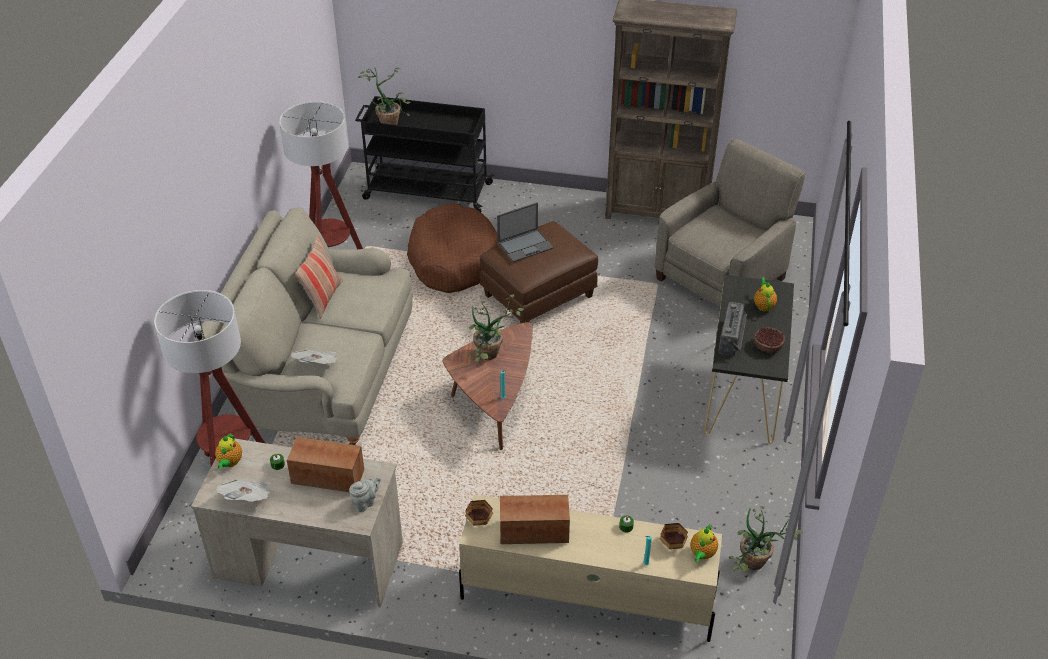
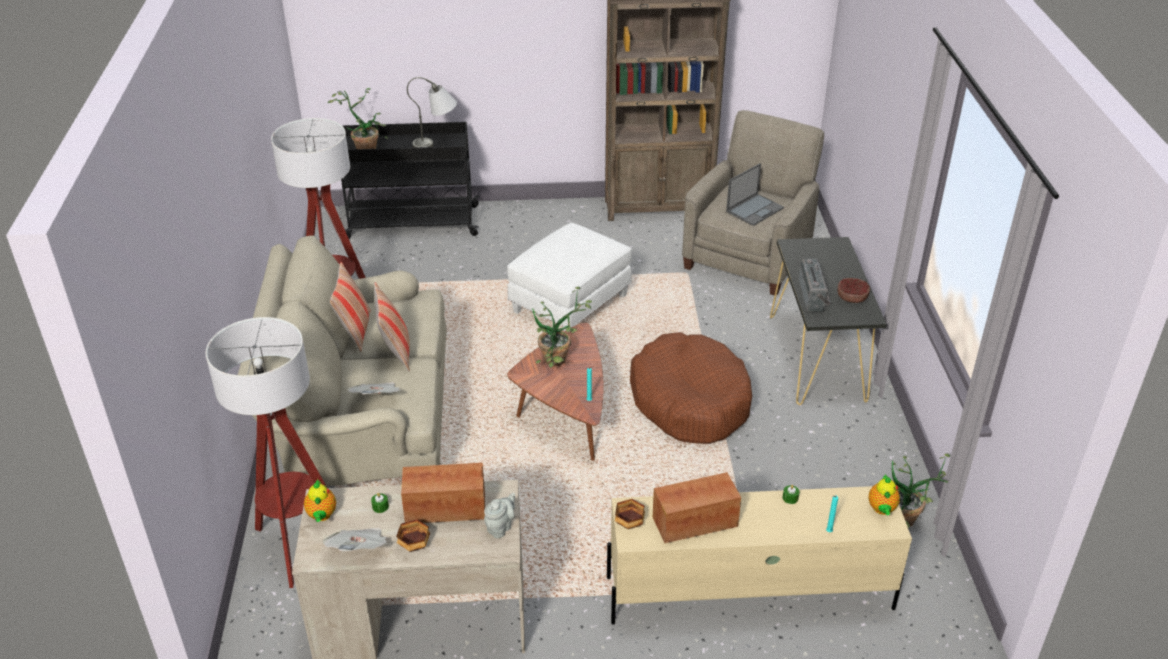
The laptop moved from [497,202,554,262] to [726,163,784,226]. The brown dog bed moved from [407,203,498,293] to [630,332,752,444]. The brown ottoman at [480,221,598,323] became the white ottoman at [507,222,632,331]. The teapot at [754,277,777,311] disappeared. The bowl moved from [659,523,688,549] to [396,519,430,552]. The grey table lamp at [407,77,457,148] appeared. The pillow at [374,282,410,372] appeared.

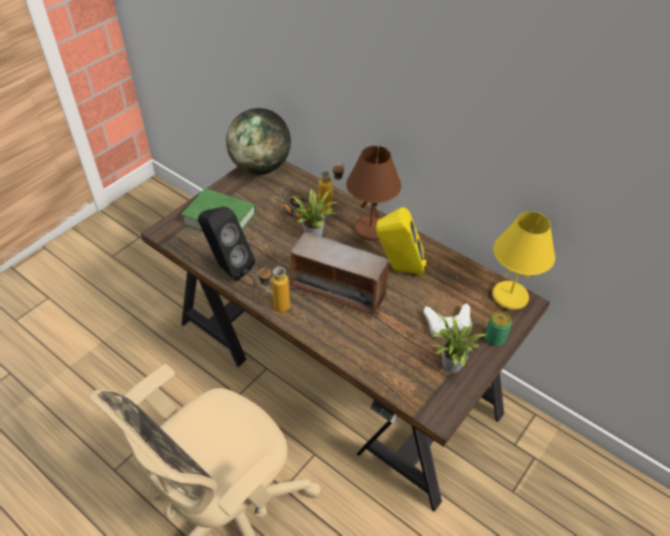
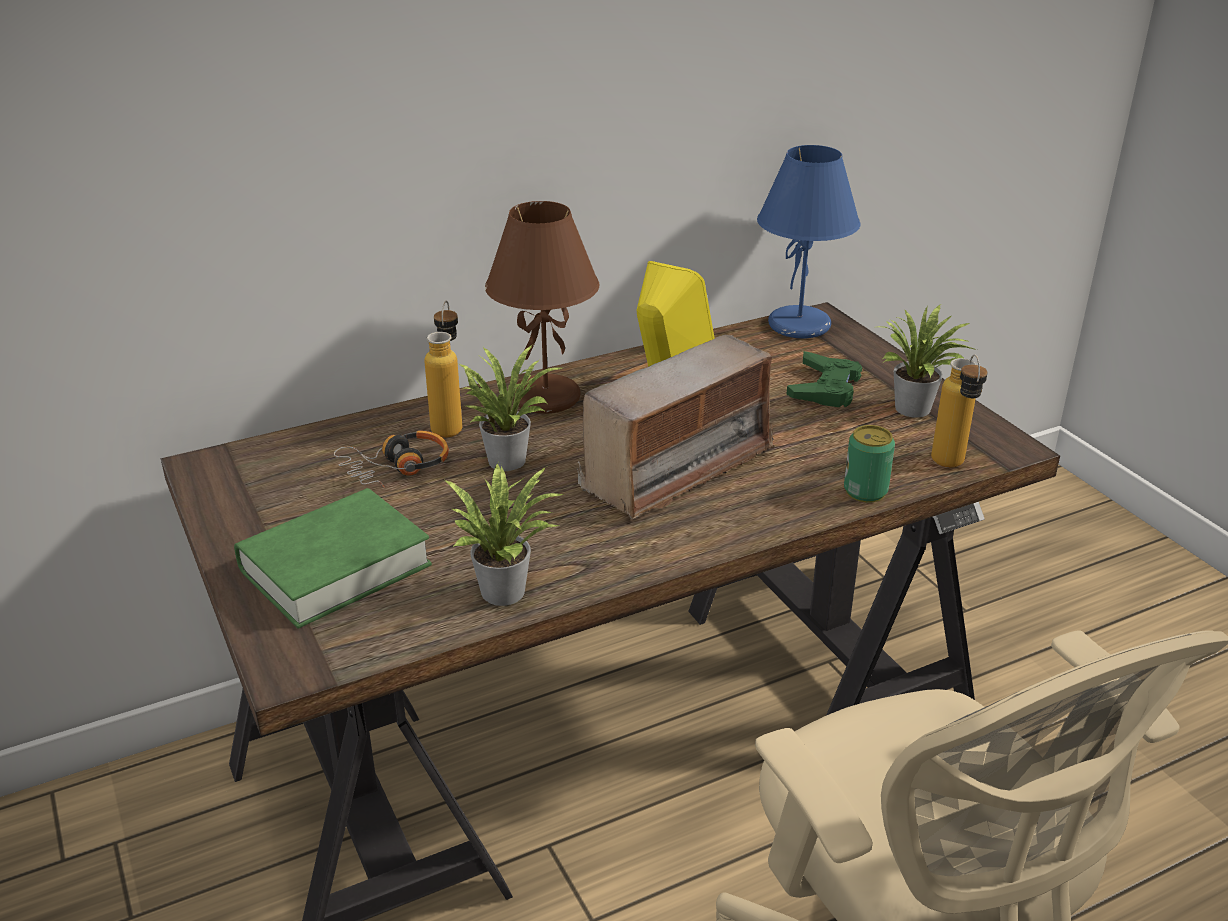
The globe at [226,108,291,175] disappeared. The black speaker at [198,206,255,281] was replaced by the potted plant at [445,463,564,606]. The yellow table lamp at [492,211,555,310] became the blue table lamp at [757,145,860,338]. The bottle moved from [258,267,290,313] to [931,354,988,467]. The white game controller at [423,304,472,337] became the green game controller at [786,351,862,407]. The can moved from [485,311,512,347] to [844,425,895,503].

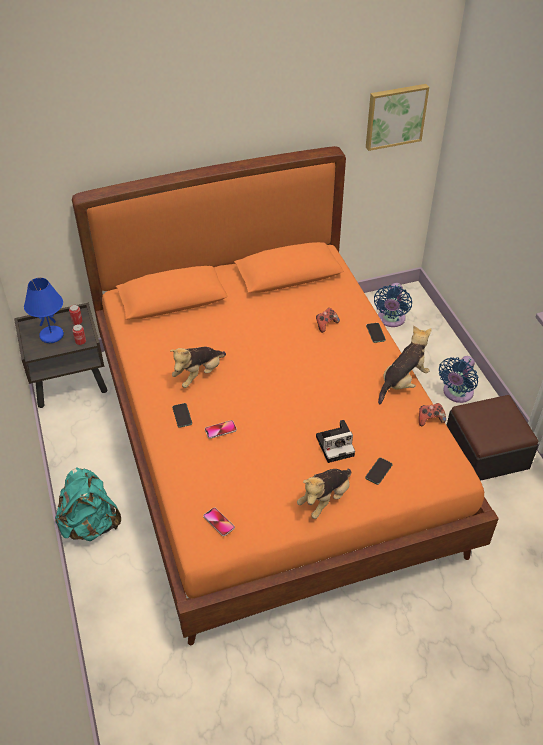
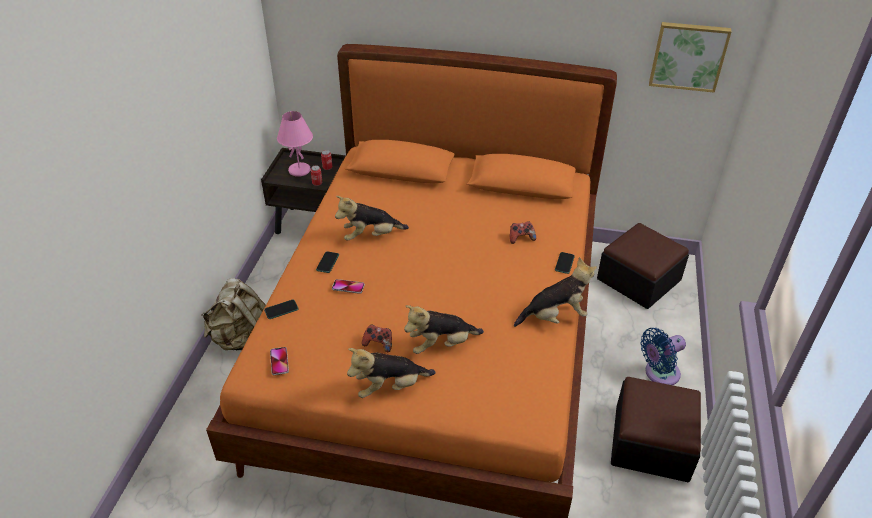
The blue table lamp at [24,278,64,343] became the pink table lamp at [277,111,313,177]. The blue fan at [374,283,412,327] was replaced by the ottoman at [597,223,689,309]. The game controller moved from [419,403,446,426] to [362,325,392,352]. The photo camera at [316,420,355,463] was replaced by the plush toy at [404,305,484,354]. The phone moved from [365,458,393,485] to [264,300,299,319]. The turquoise backpack at [55,467,121,541] became the beige backpack at [201,278,266,350].

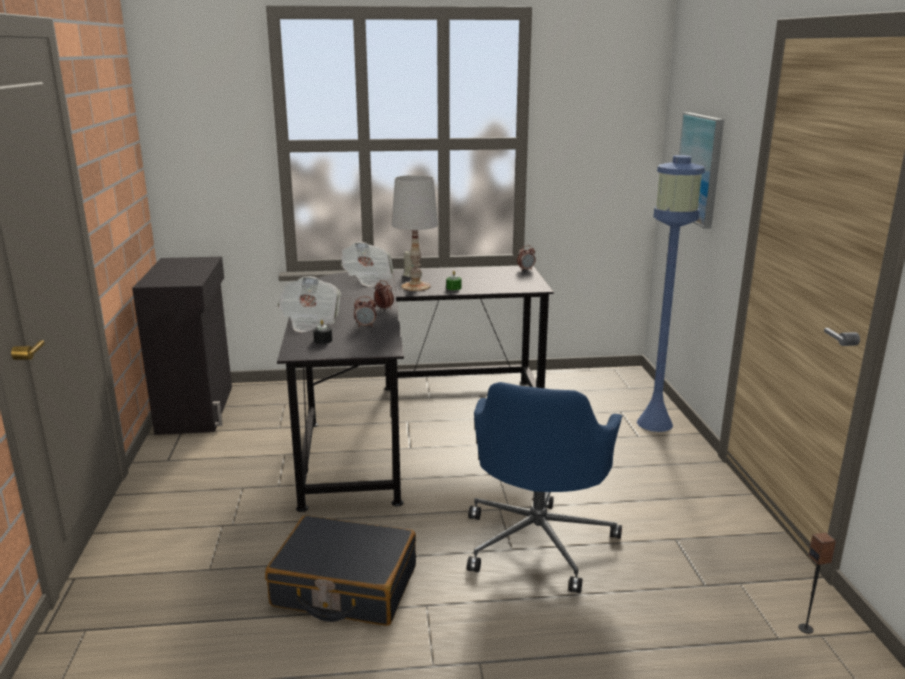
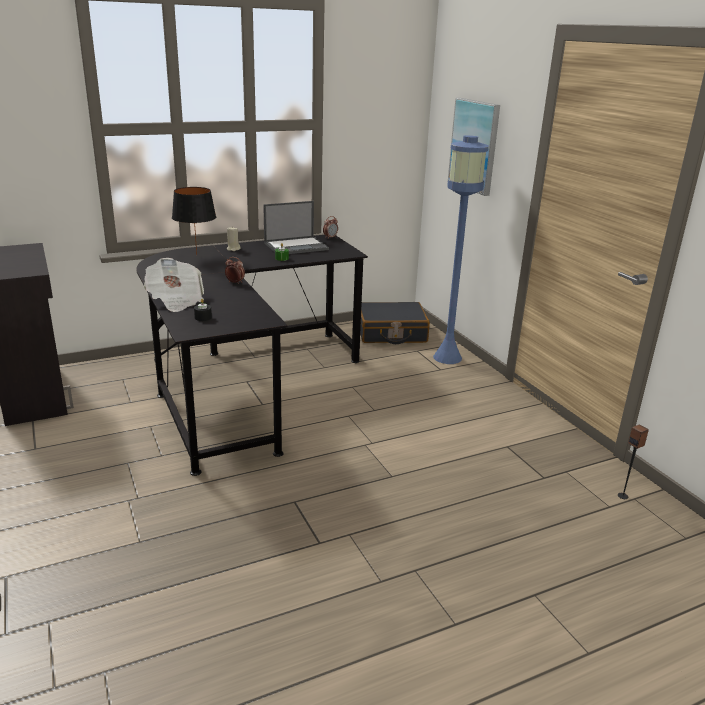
The white table lamp at [392,175,438,291] disappeared. The newspaper at [341,242,393,287] was replaced by the black table lamp at [172,187,216,255]. The alarm clock at [354,296,376,327] disappeared. The blue office chair at [467,382,622,593] disappeared. The black suitcase moved from [265,515,416,626] to [360,302,430,344]. The laptop at [263,201,329,254] appeared.

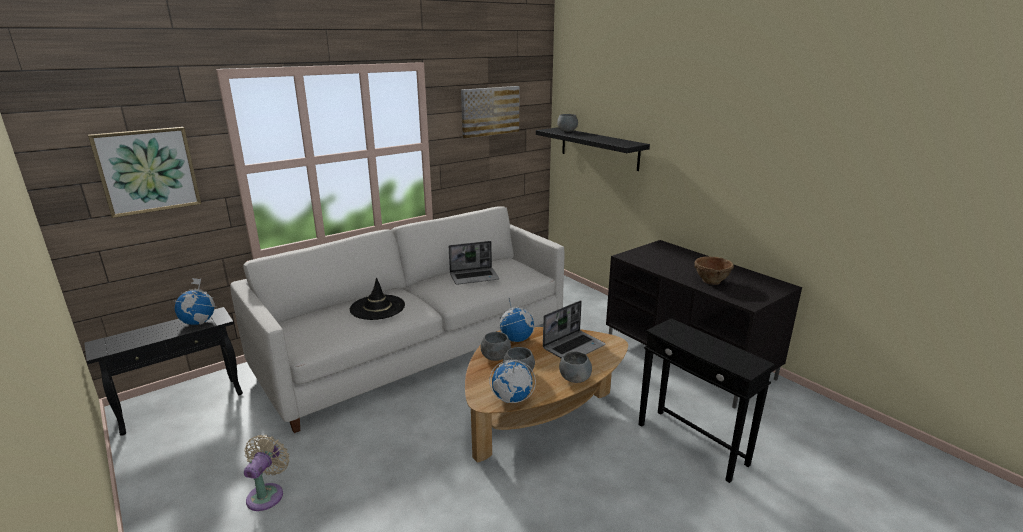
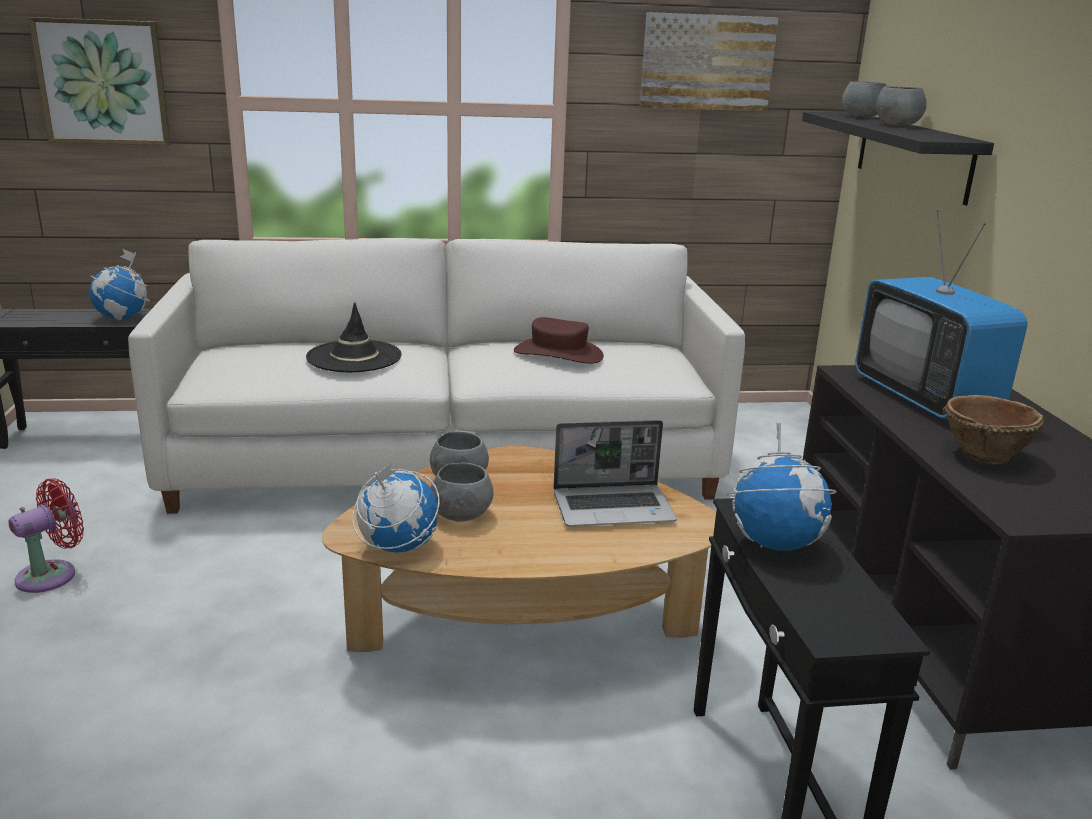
The laptop at [449,241,499,285] was replaced by the brown hat at [514,317,604,364]. The globe moved from [497,297,535,342] to [726,423,837,551]. The grey bowl moved from [559,351,592,383] to [876,86,927,126]. The beige fan at [244,435,289,511] became the red fan at [8,478,84,593]. The television at [855,210,1028,419] appeared.

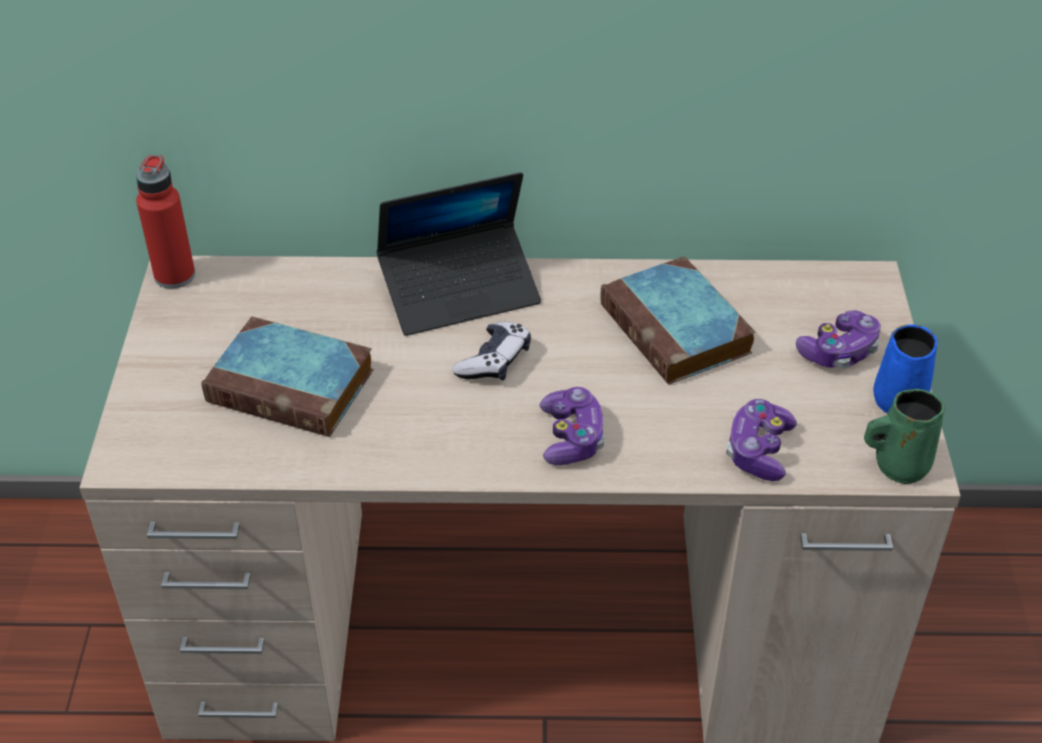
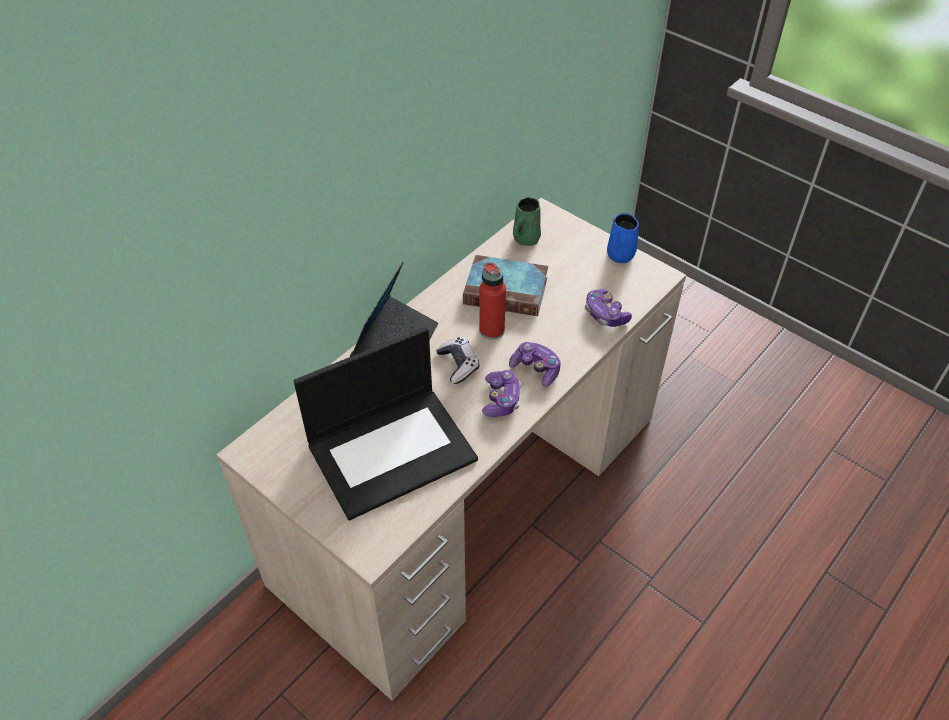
The red bottle moved from [136,154,195,289] to [479,262,506,340]. The game controller moved from [796,310,881,369] to [482,370,521,417]. The book at [202,317,374,437] was replaced by the laptop at [294,327,478,521]. The green mug moved from [864,389,945,484] to [513,197,541,246].

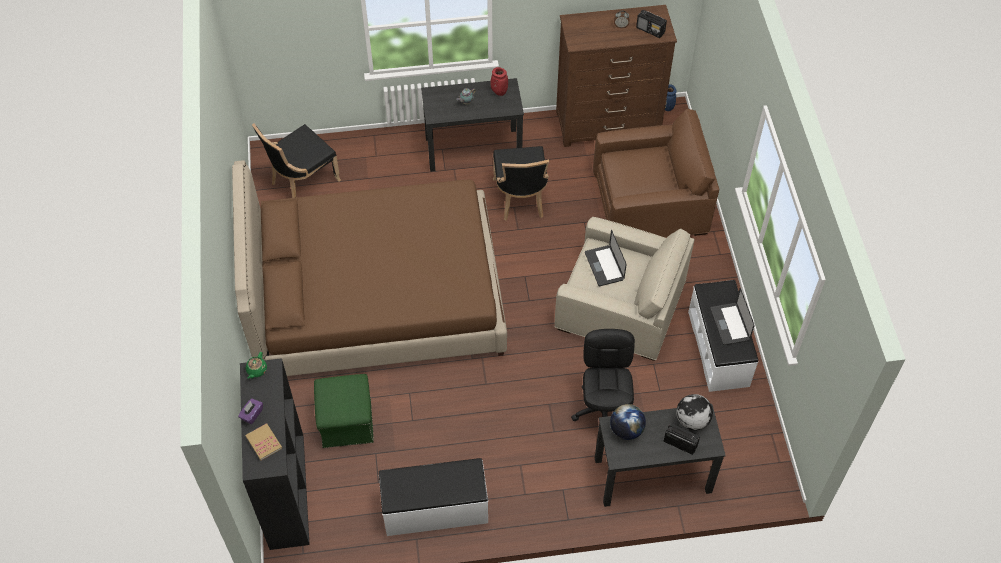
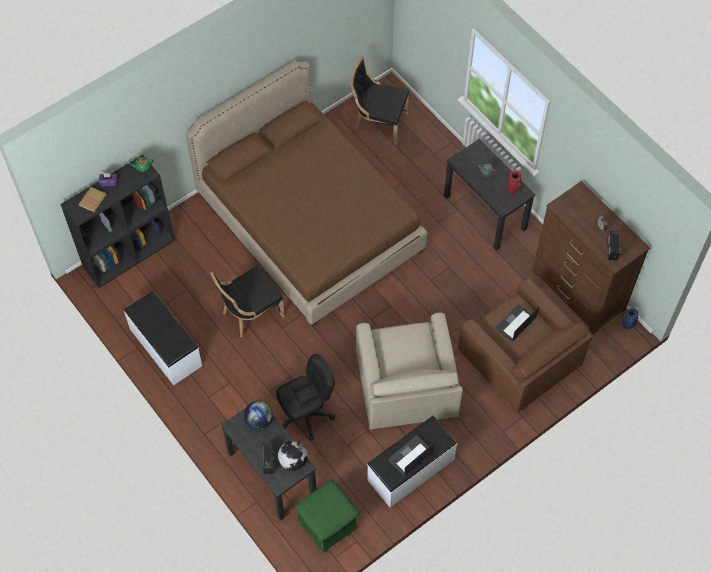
The black chair moved from [493,146,549,221] to [210,266,285,338]. The laptop moved from [585,230,627,286] to [495,304,539,342]. The green ottoman moved from [314,374,374,448] to [295,480,359,553].

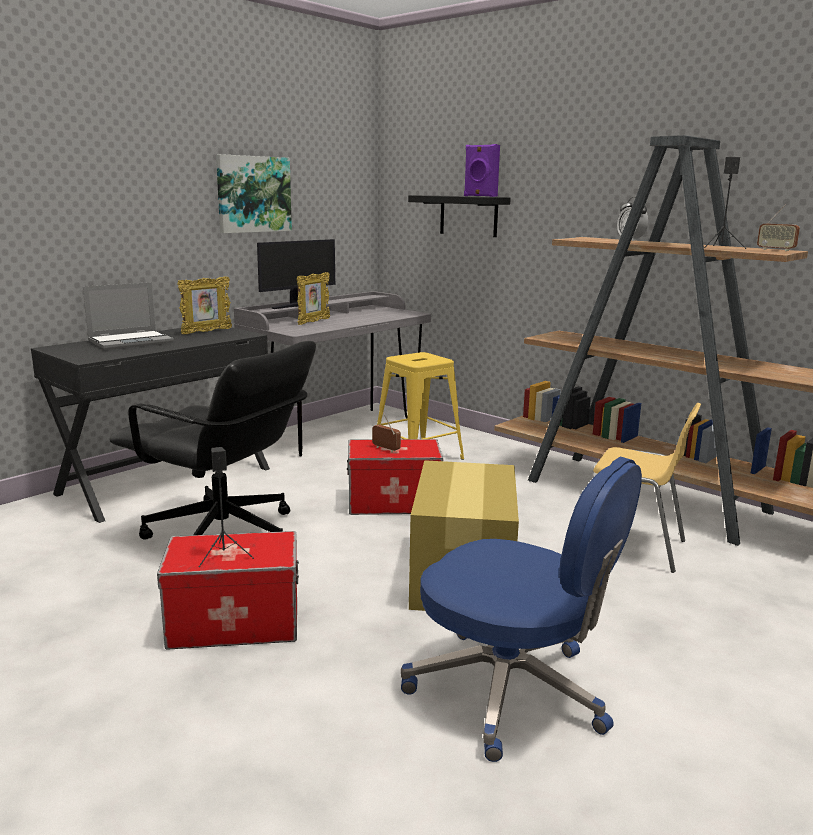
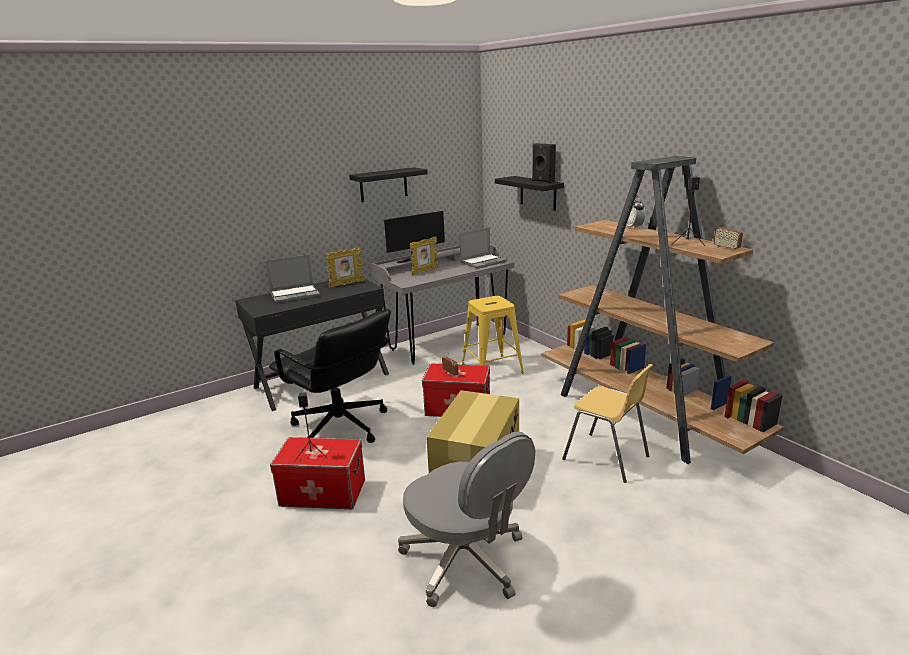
The purple speaker at [464,144,500,197] became the black speaker at [532,143,556,183]. The picture at [216,154,292,233] was replaced by the black shelf at [349,167,428,202]. The blue office chair at [401,457,642,762] became the grey office chair at [398,431,535,607]. The laptop at [459,227,507,269] appeared.

